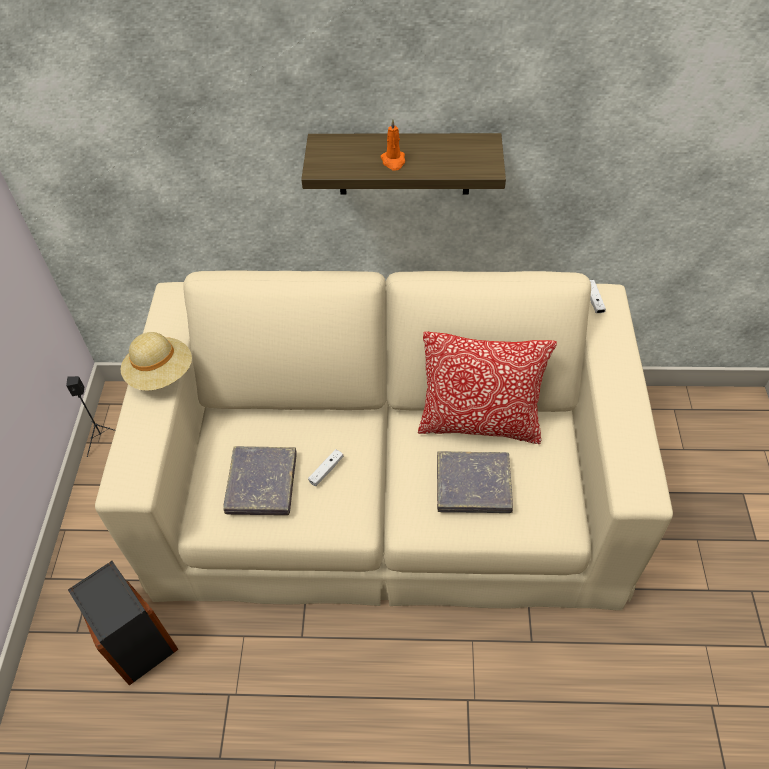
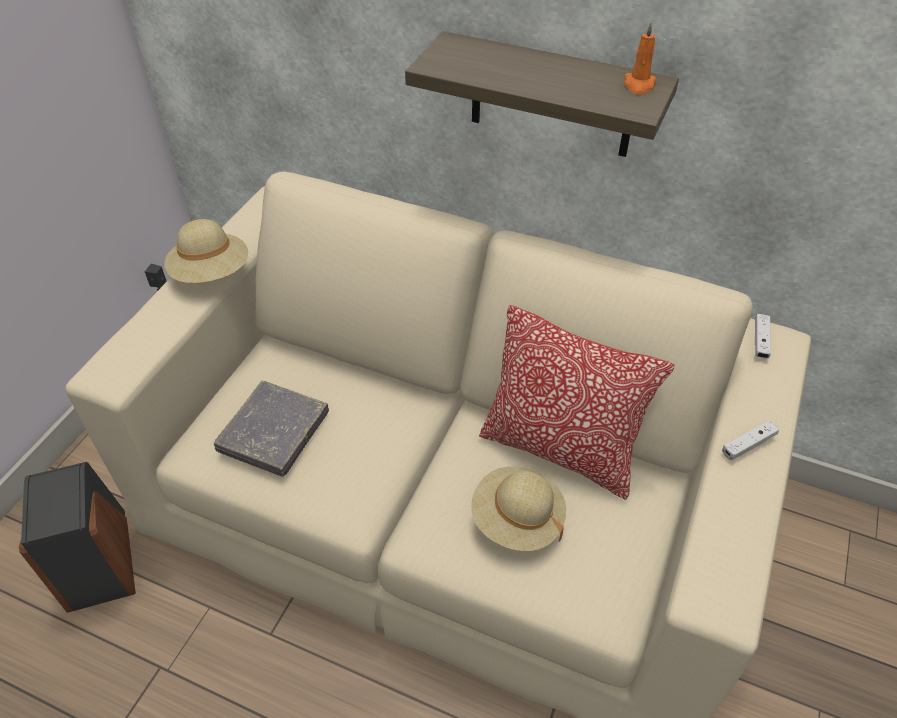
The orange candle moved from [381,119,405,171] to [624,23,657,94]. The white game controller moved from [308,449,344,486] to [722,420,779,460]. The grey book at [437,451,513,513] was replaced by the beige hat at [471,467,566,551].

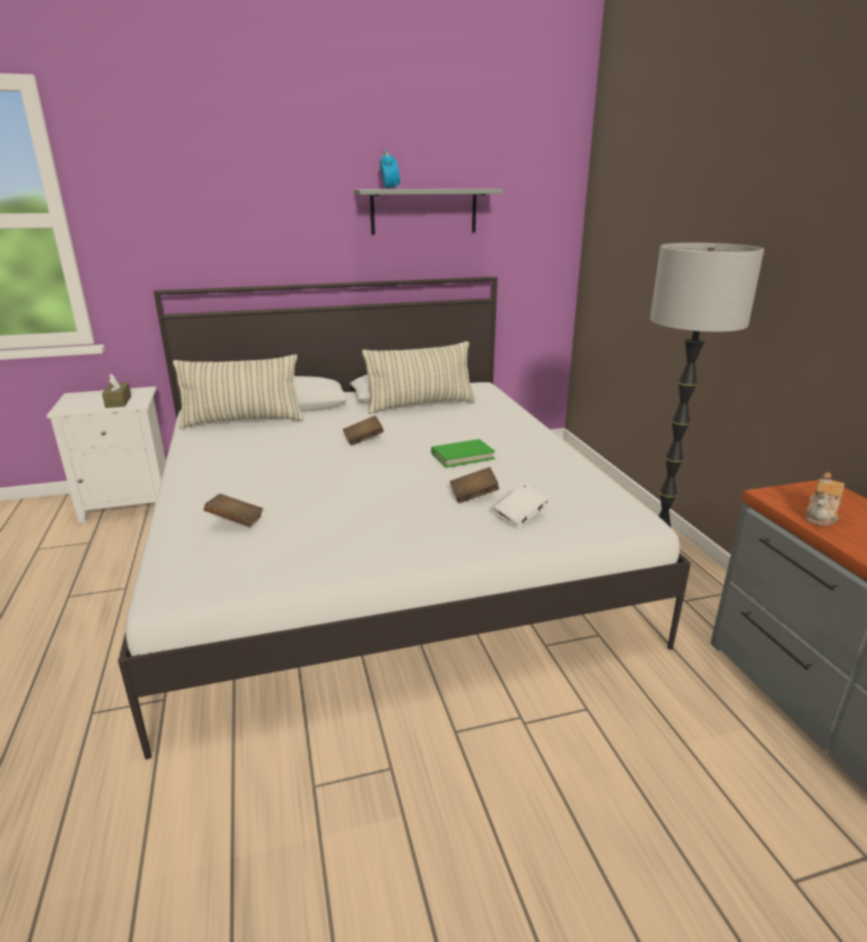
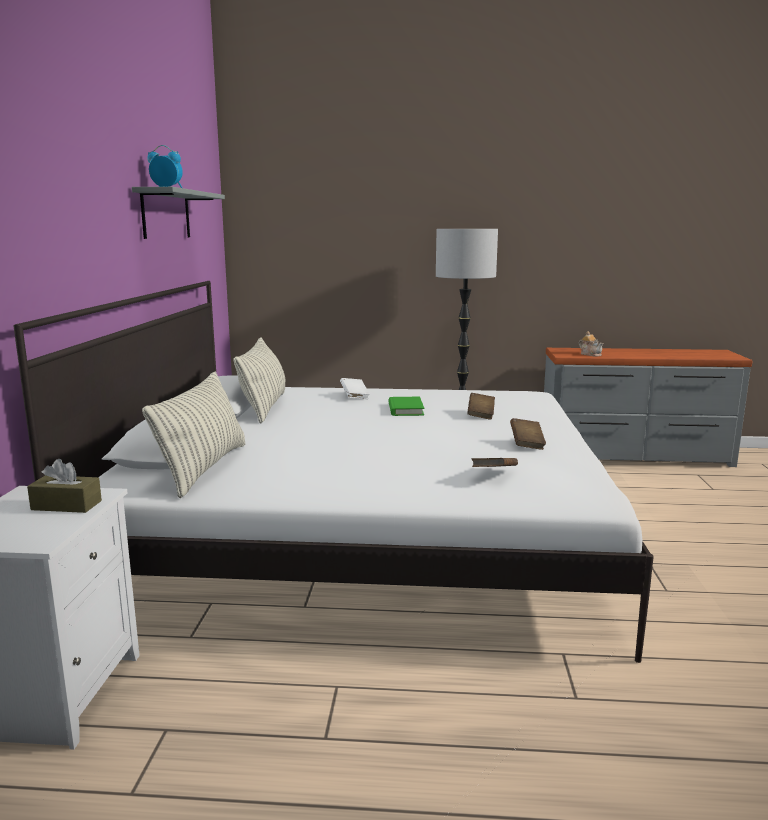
The brown book moved from [343,416,384,446] to [510,418,546,450]. The white book moved from [493,483,550,528] to [340,378,370,399].

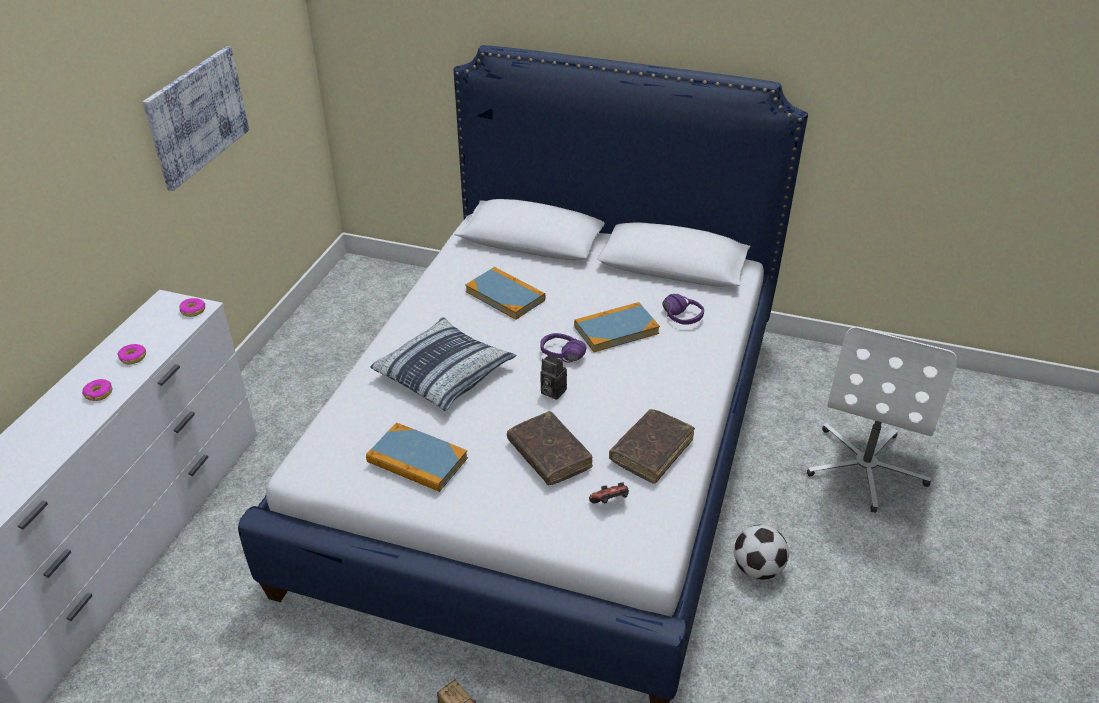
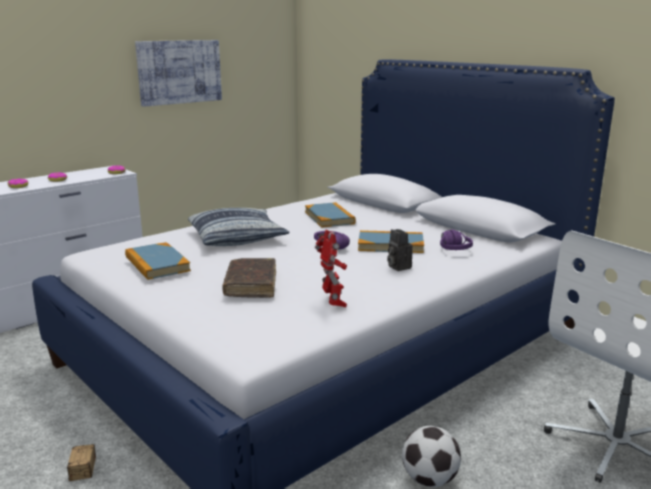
The photo camera moved from [540,355,567,400] to [387,229,413,271]. The brown book at [609,409,695,484] was replaced by the toy robot at [315,230,347,307]. The game controller at [589,483,629,503] disappeared.

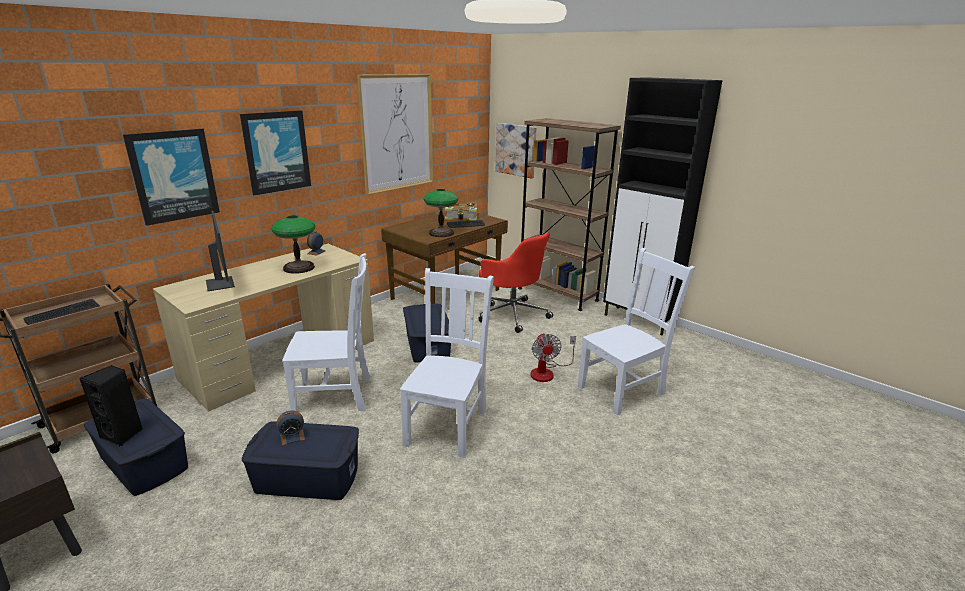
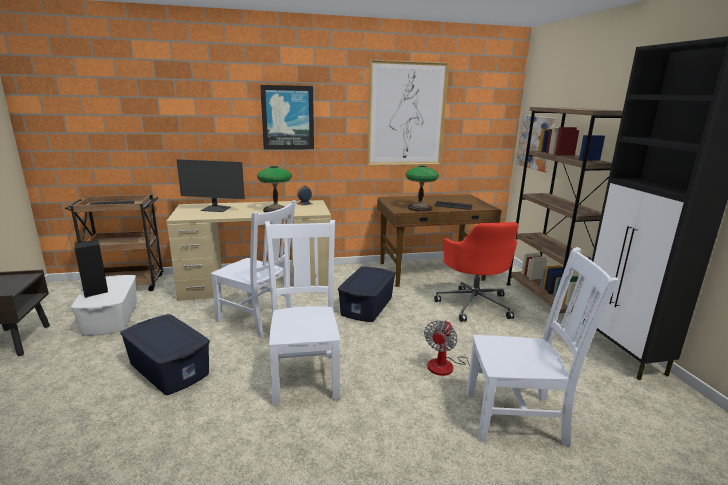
The picture at [123,129,220,226] disappeared. The book at [445,202,477,220] disappeared. The monitor at [206,211,235,291] turned 90 degrees clockwise. The white chair at [400,268,494,458] turned 60 degrees counterclockwise. The blue storage box at [84,398,188,496] became the white storage box at [71,275,137,336]. The alarm clock at [277,410,305,446] disappeared.

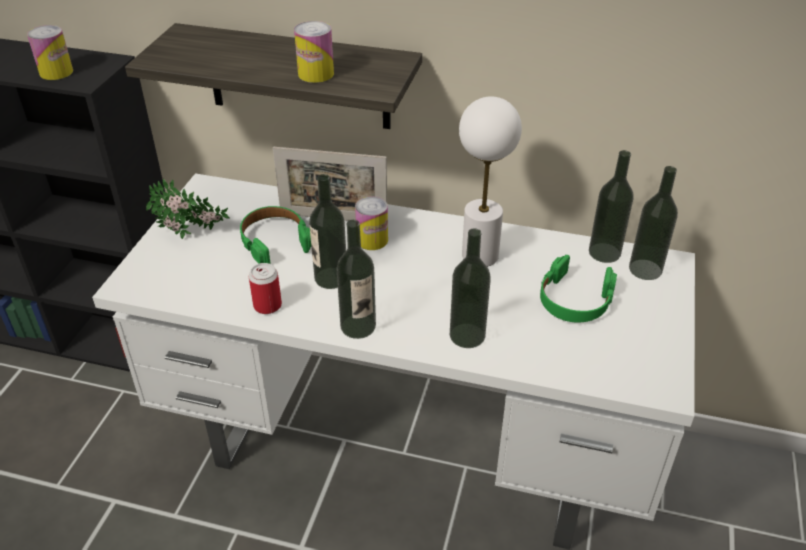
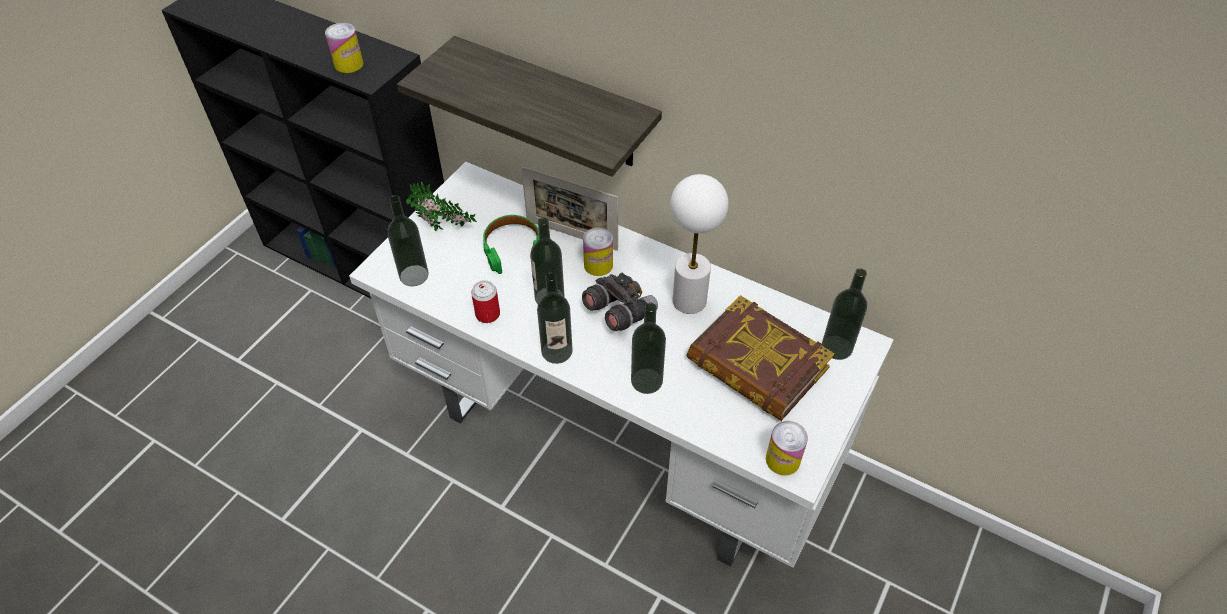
The can moved from [294,21,334,83] to [766,421,808,475]. The bottle moved from [589,150,634,263] to [387,195,429,286]. The green headphones at [540,255,617,323] was replaced by the book at [686,295,835,421]. The grey binoculars at [582,273,658,331] appeared.

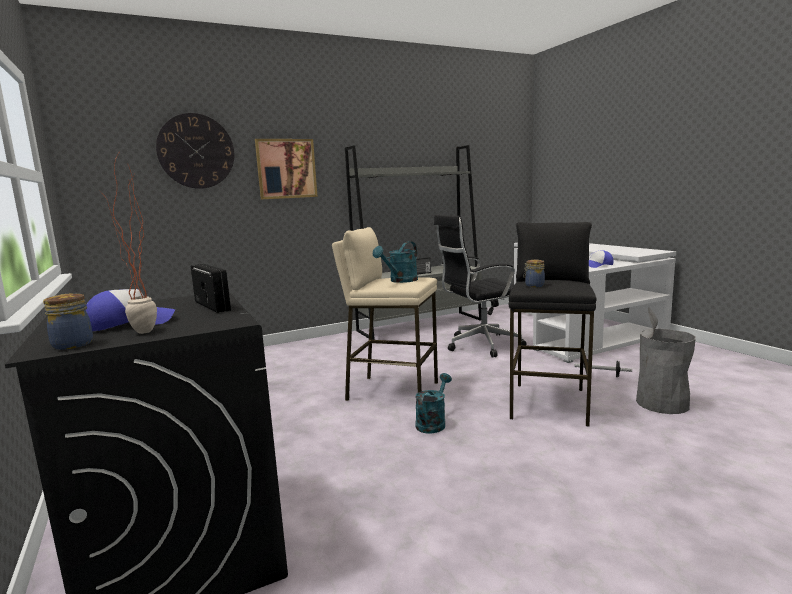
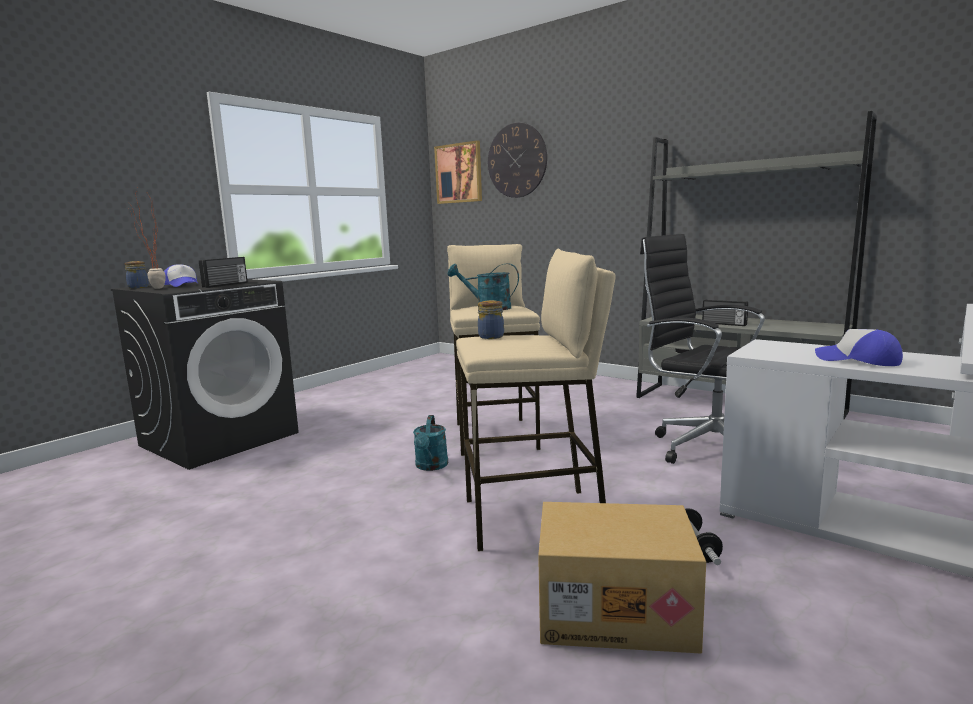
The picture moved from [255,139,318,199] to [434,140,482,204]. The black stool at [509,222,597,426] became the beige stool at [456,249,616,552]. The grey trash can at [636,307,696,414] was replaced by the cardboard box at [538,502,706,654]. The turquoise watering can at [415,373,452,433] turned 90 degrees clockwise.

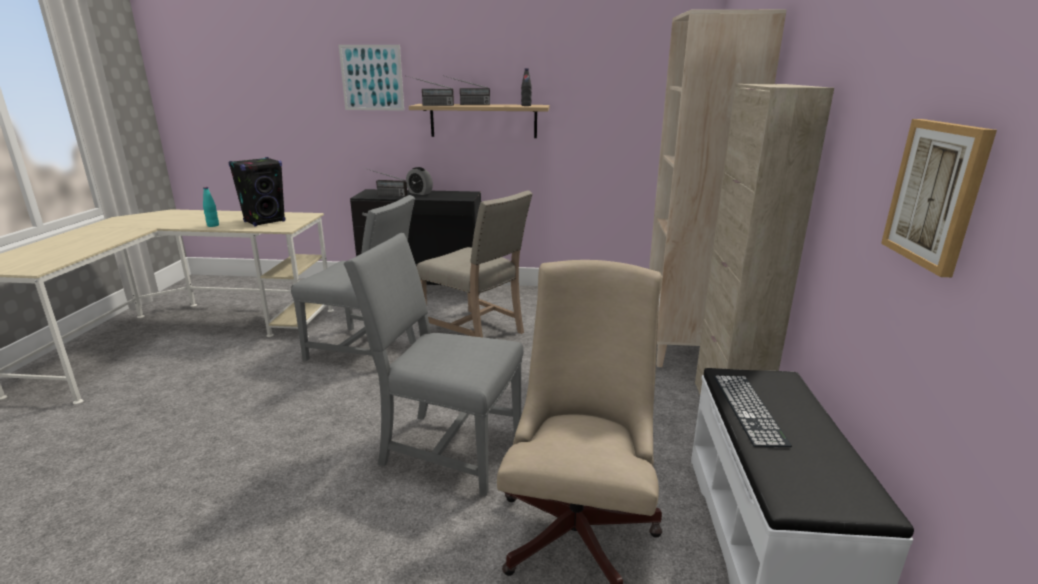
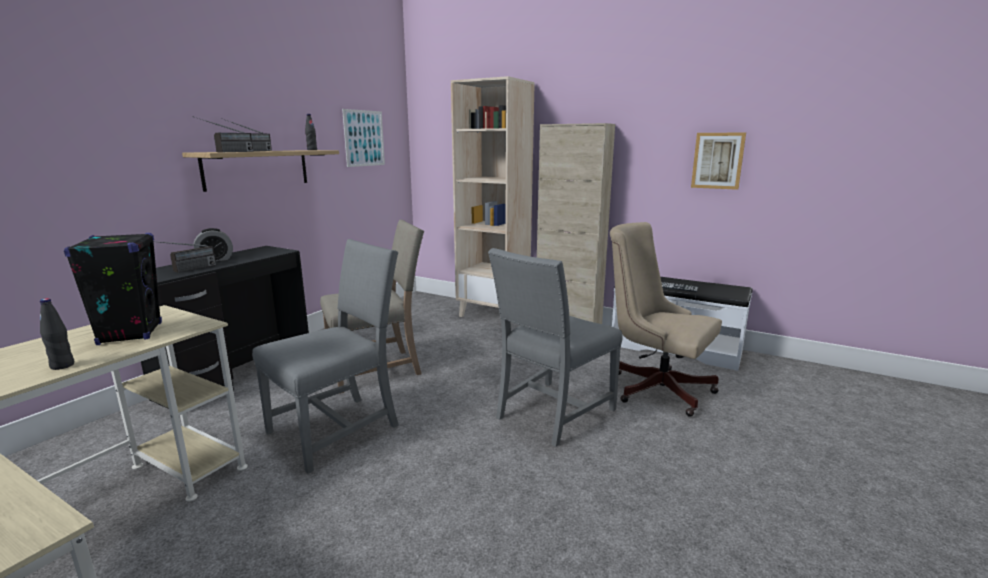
The picture moved from [339,45,404,111] to [342,109,385,167]. The turquoise bottle at [203,187,219,227] became the black bottle at [40,298,74,370].

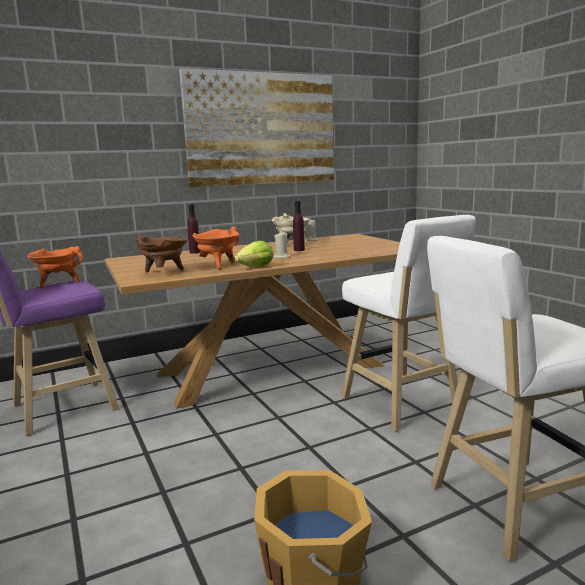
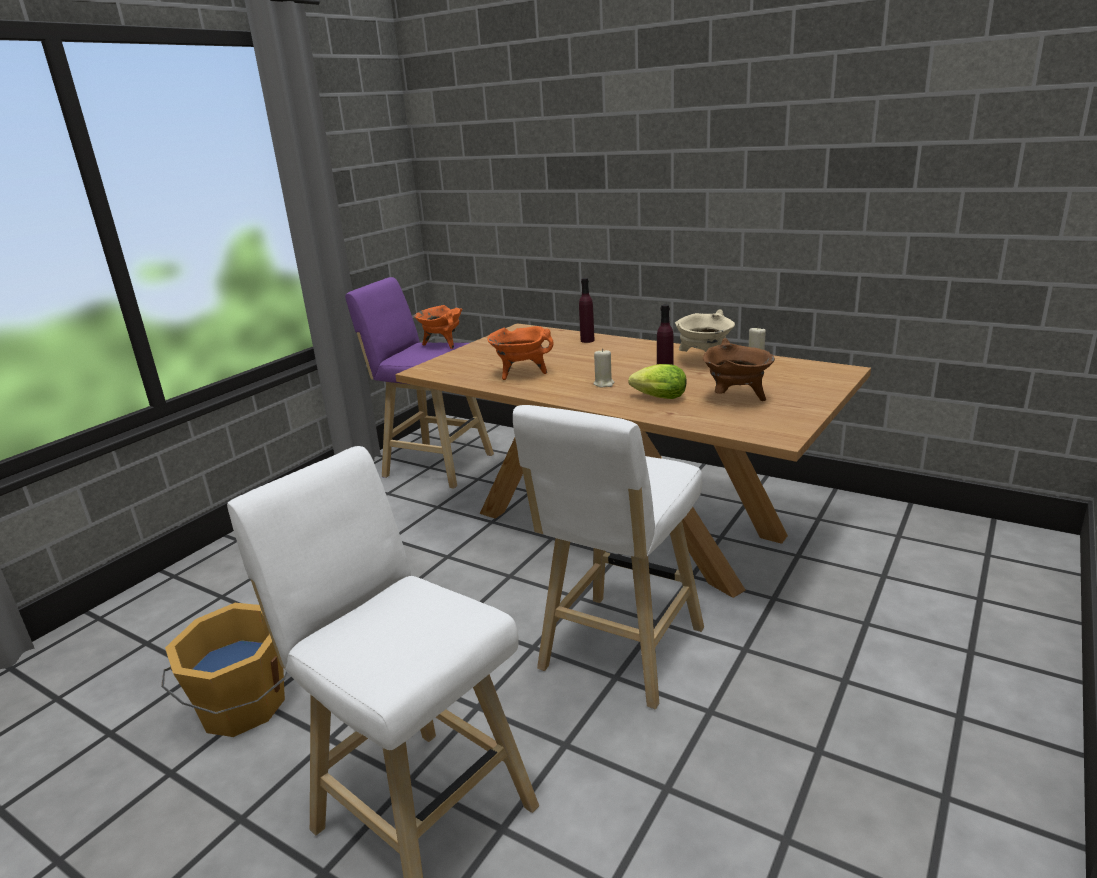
The picture at [179,68,334,188] disappeared. The brown cooking pot moved from [136,234,188,272] to [703,338,775,401]. The lettuce moved from [235,241,273,267] to [628,364,687,399].

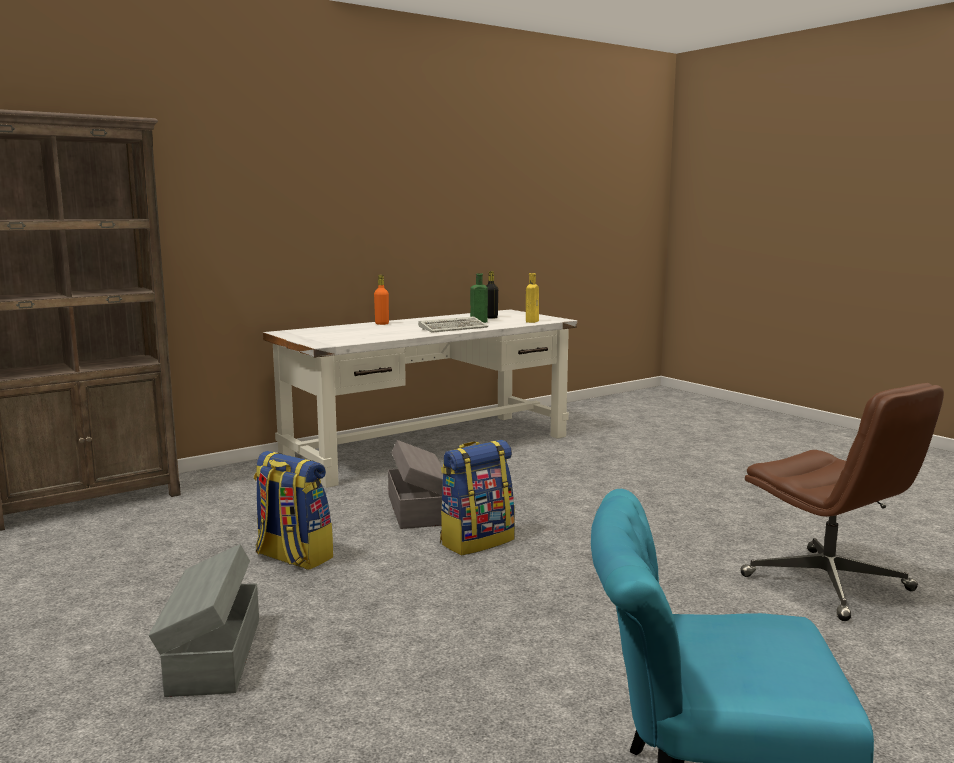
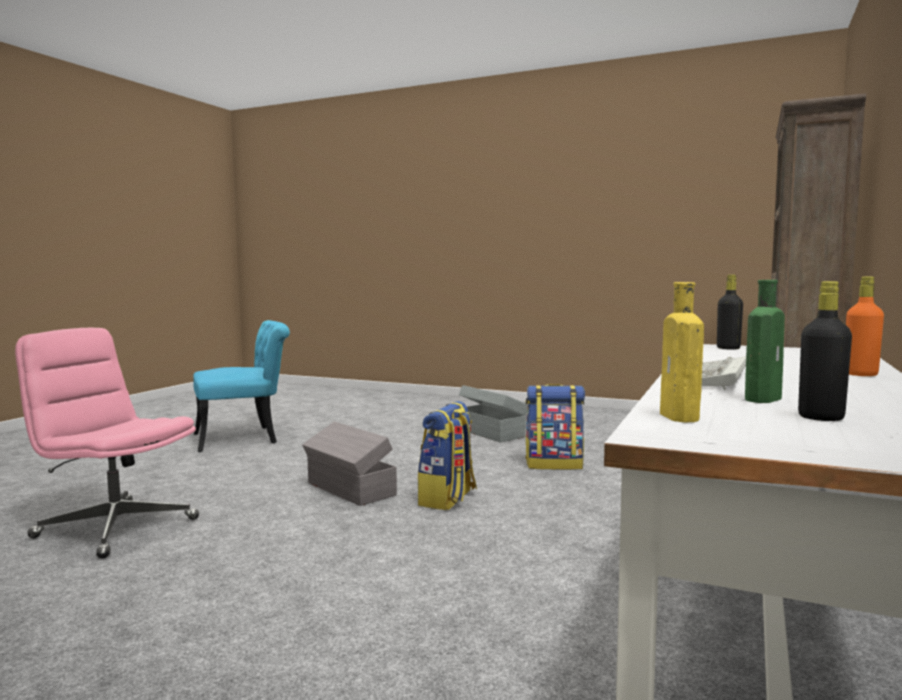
The brown office chair at [740,383,944,621] became the pink office chair at [15,328,199,559]. The grey storage box moved from [388,440,443,529] to [302,422,397,506]. The black bottle at [717,275,743,350] appeared.

